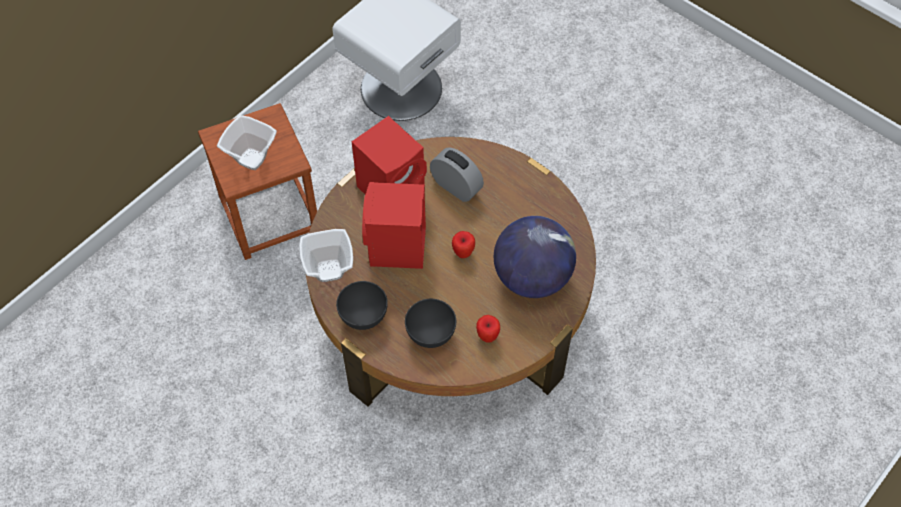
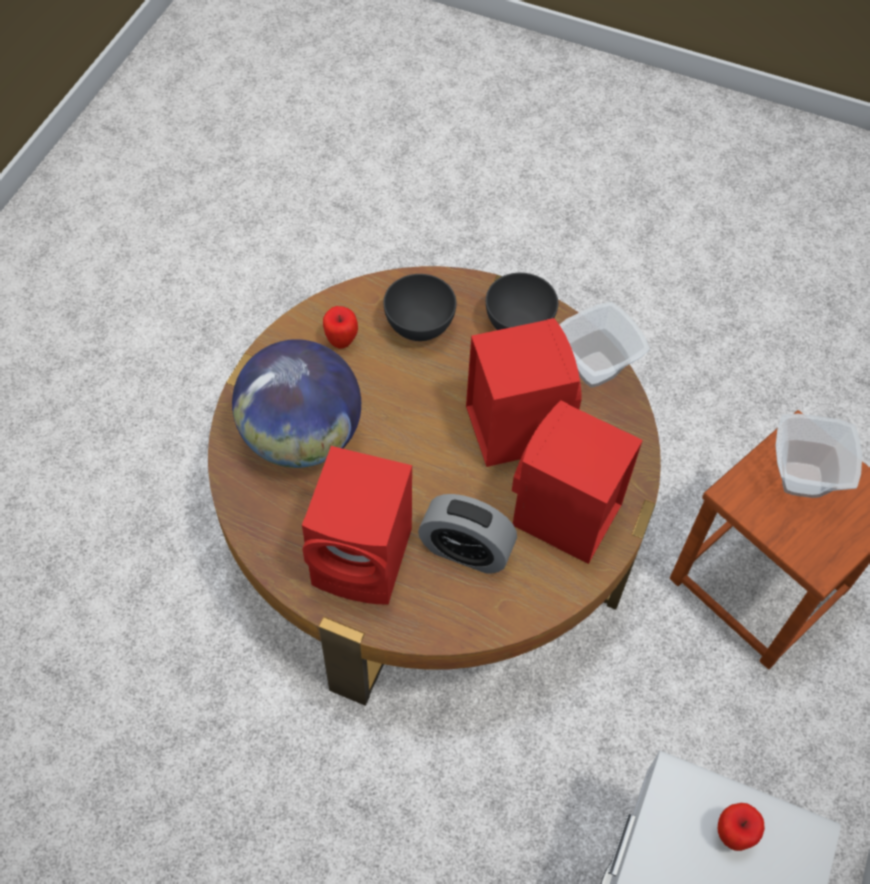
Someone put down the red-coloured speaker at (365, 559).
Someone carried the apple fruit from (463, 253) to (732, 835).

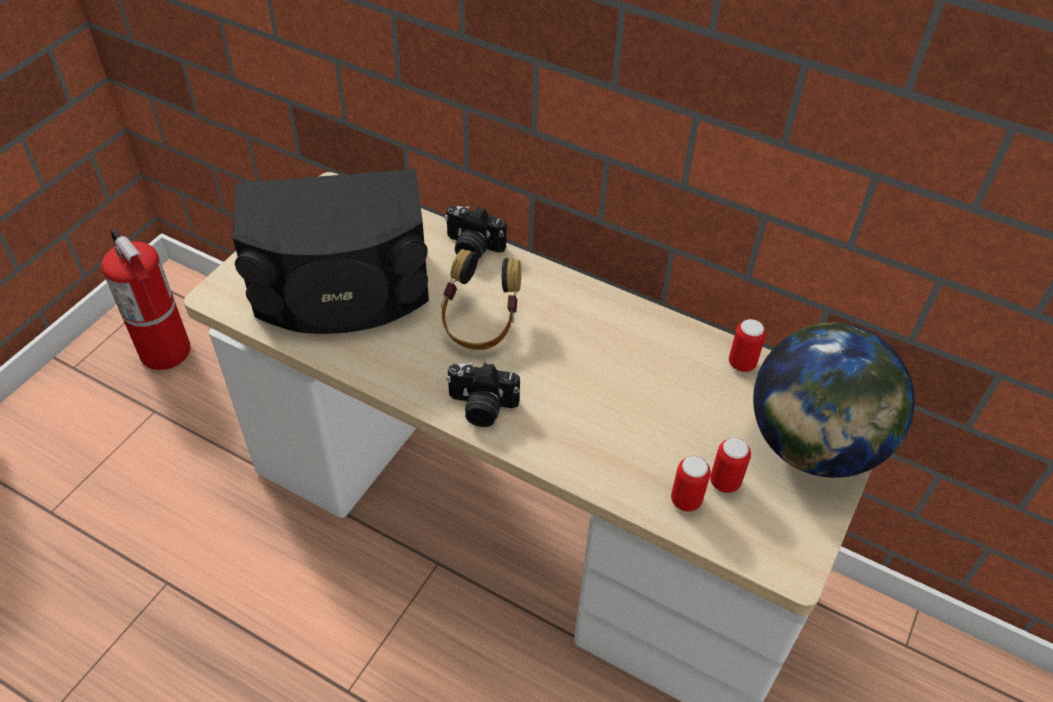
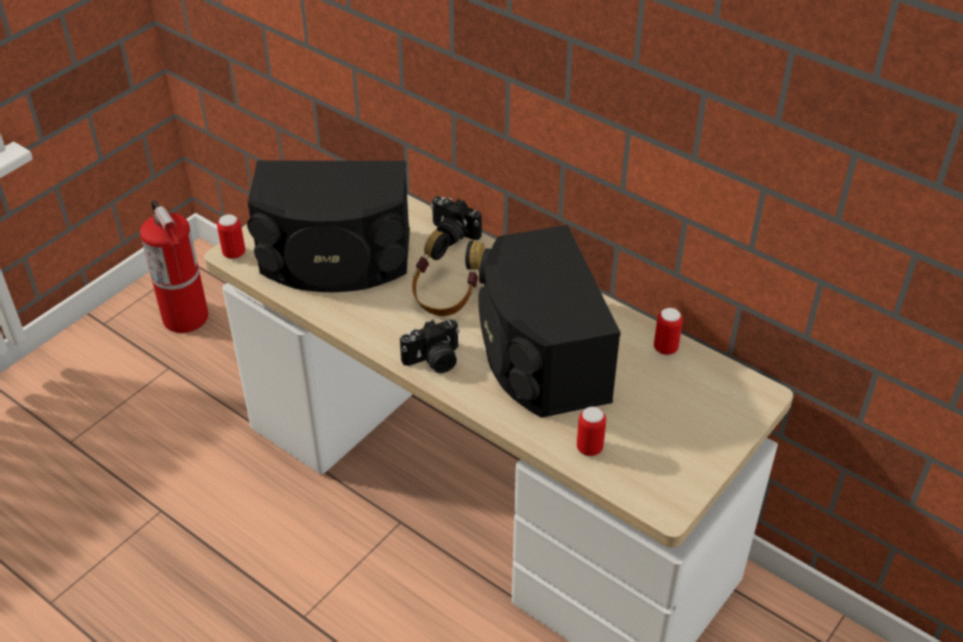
Someone carried the can from (725, 482) to (234, 253).
Someone rotated the photo camera at (481, 407) by 45 degrees counterclockwise.
Someone put down the black speaker at (539, 356).
Someone took away the desk globe at (812, 445).

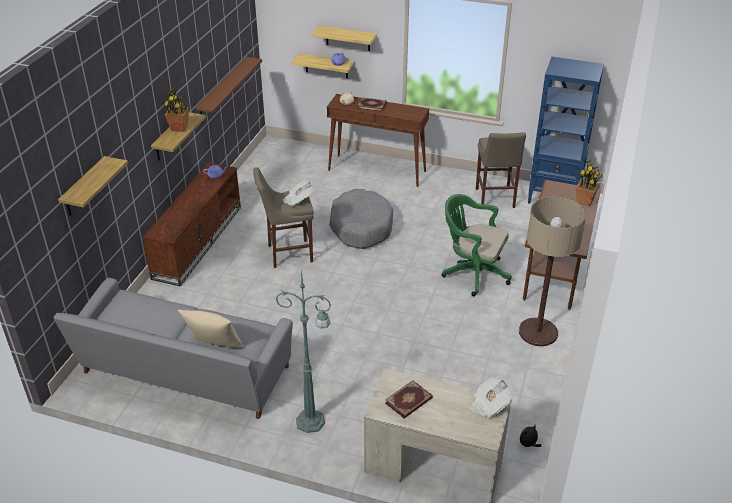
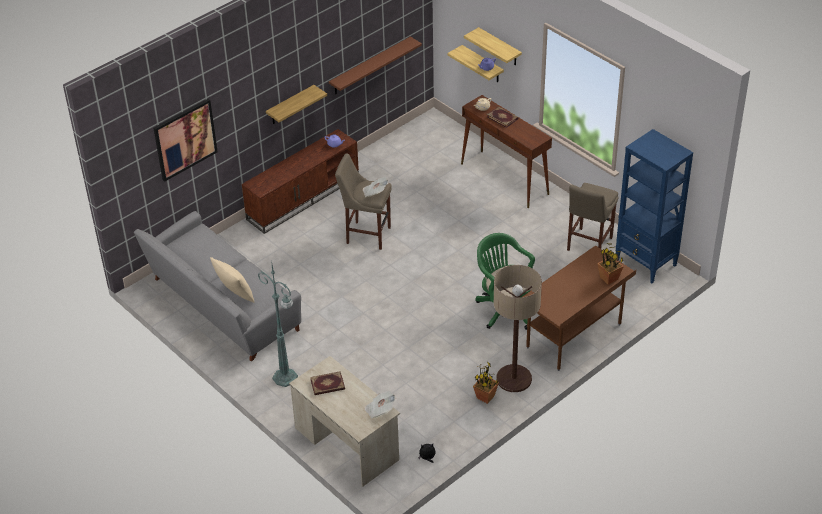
Someone swapped the shelf at (84, 187) for the wall art at (185, 139).
Someone carried the houseplant from (179, 128) to (485, 397).
Someone took away the greyish dog bed at (361, 227).

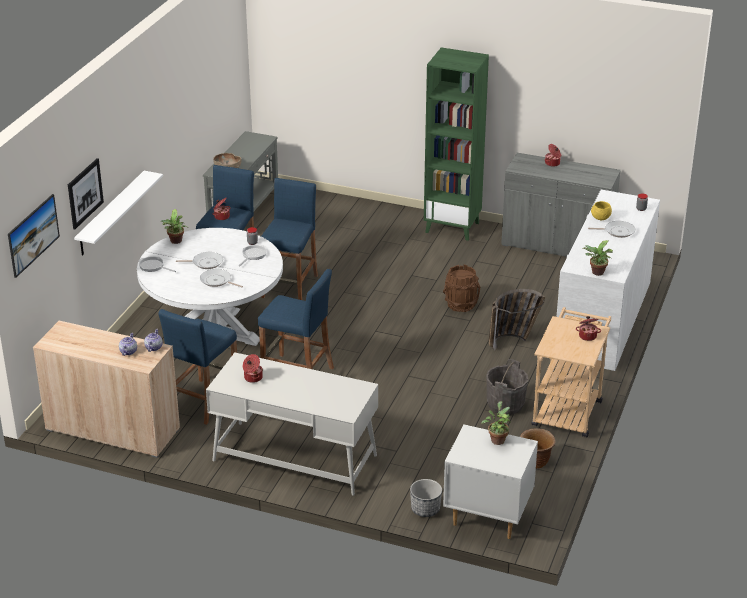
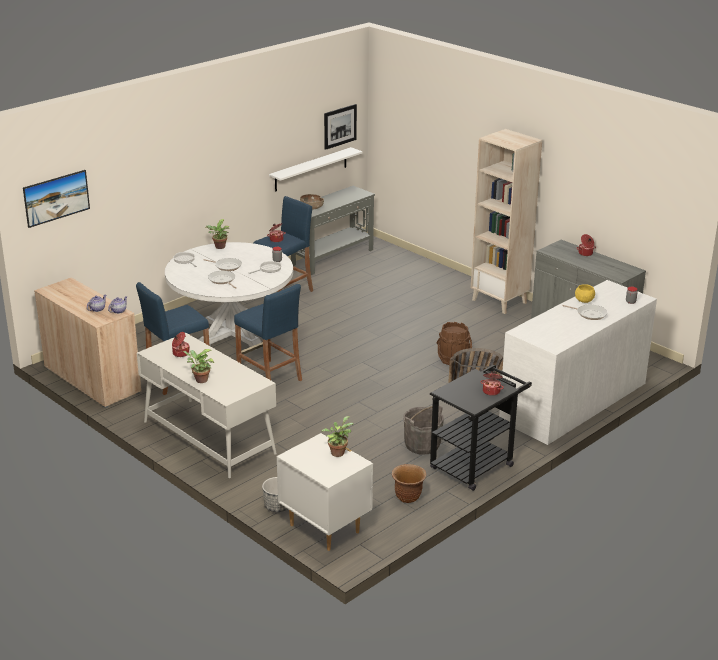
Someone carried the houseplant from (596, 273) to (200, 380).
Someone carried the white shelf from (111, 213) to (311, 169).
Someone carried the wall art from (85, 193) to (340, 126).
Someone repainted the sand-coloured trolley at (568, 409), which became the black trolley at (476, 463).
Someone repainted the greenish shelving unit at (453, 227), which became the sand-coloured shelving unit at (500, 301).
Someone took away the blue-coloured stool seat at (290, 286).

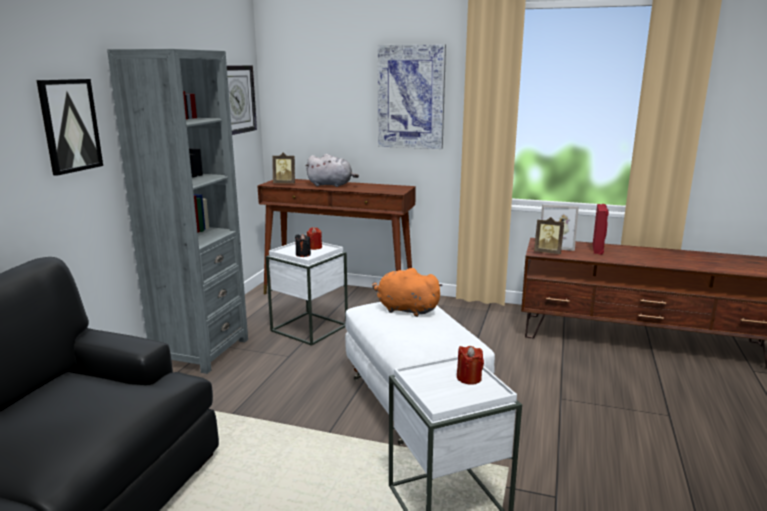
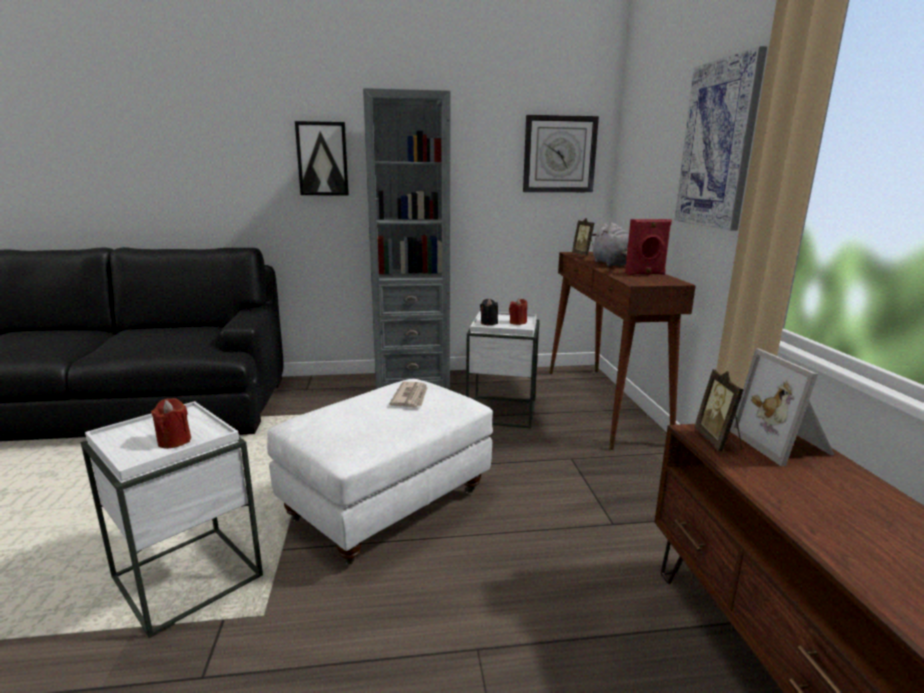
Someone swapped the orange-coloured soft toy at (405, 309) for the newspaper at (411, 397).
Someone carried the red-coloured speaker from (598, 249) to (645, 274).

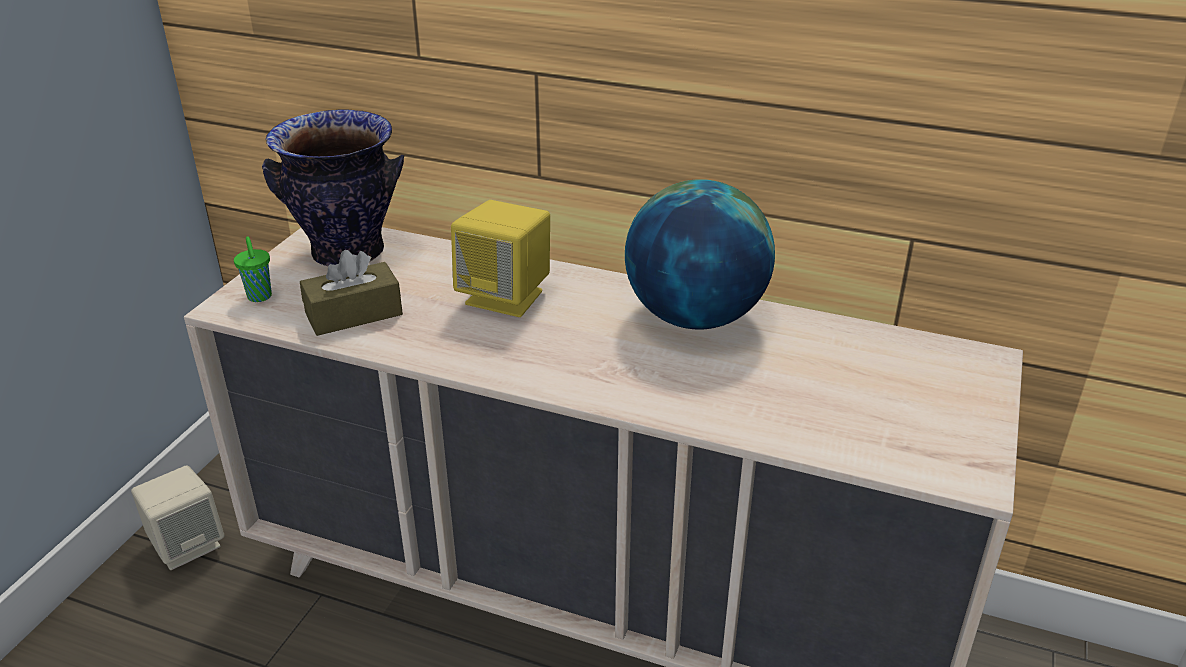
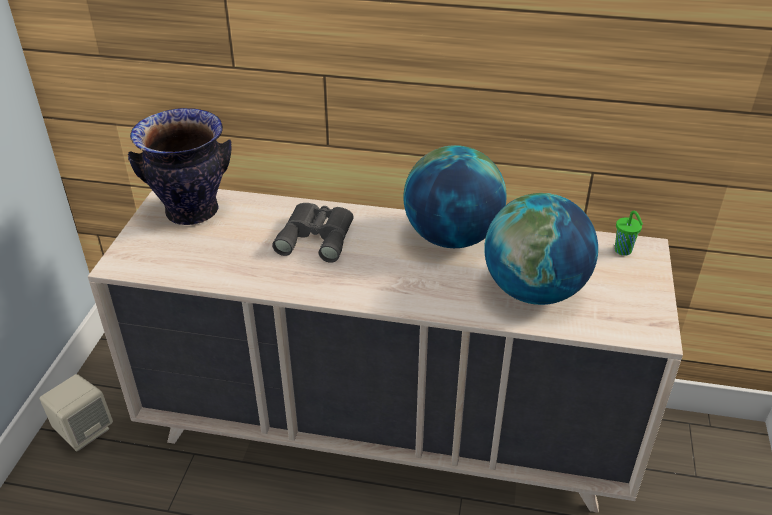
Someone swapped the yellow speaker at (506, 297) for the greyish binoculars at (317, 236).
Someone put down the desk globe at (534, 291).
Someone carried the greenish drinking cup from (260, 297) to (624, 251).
Someone took away the brown-coloured box of tissues at (354, 314).

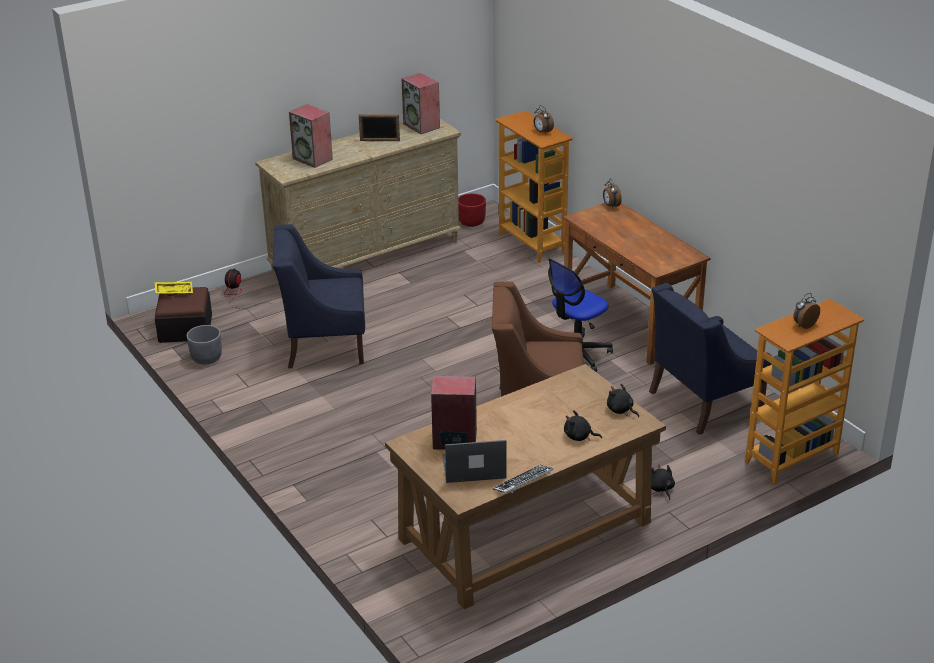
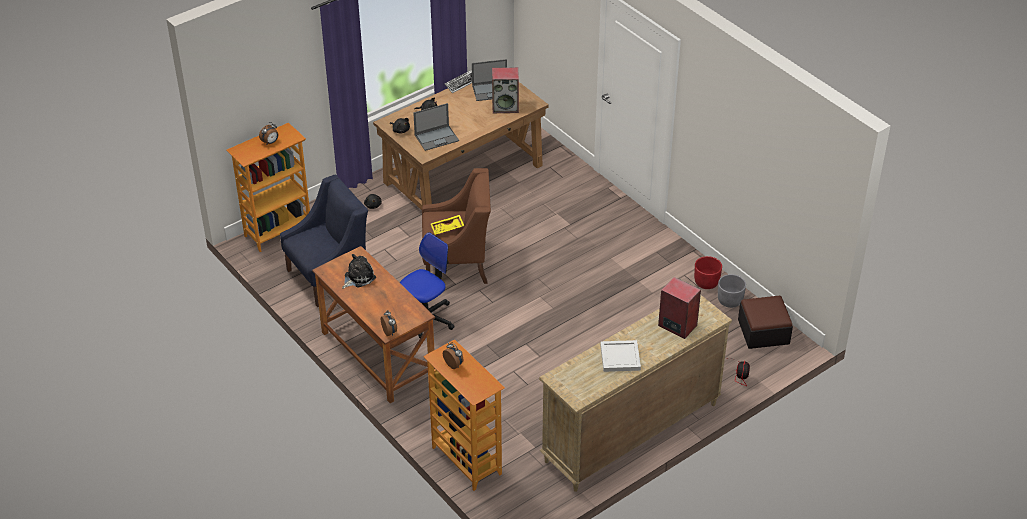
Someone put down the soft toy at (358, 277).
Someone put down the portable computer at (437, 137).
Someone carried the yellow tray from (174, 292) to (447, 228).
Someone swapped the photo frame at (380, 140) for the white tray at (619, 358).
Someone carried the red-coloured plant pot from (472, 222) to (706, 282).
Someone took away the blue-coloured easy chair at (324, 344).
Someone took away the speaker at (422, 126).

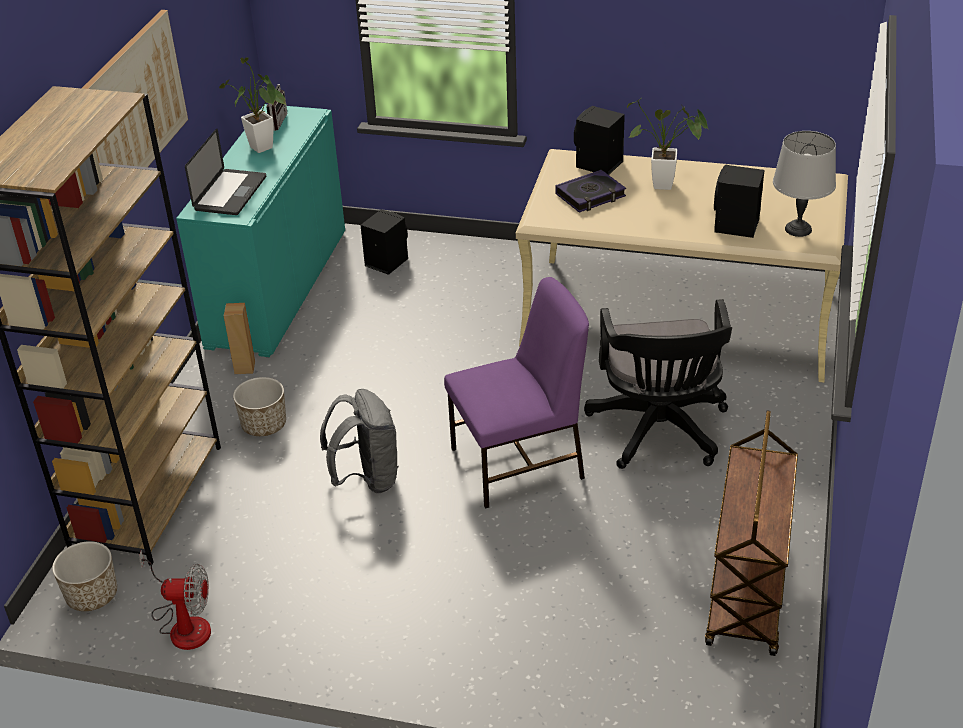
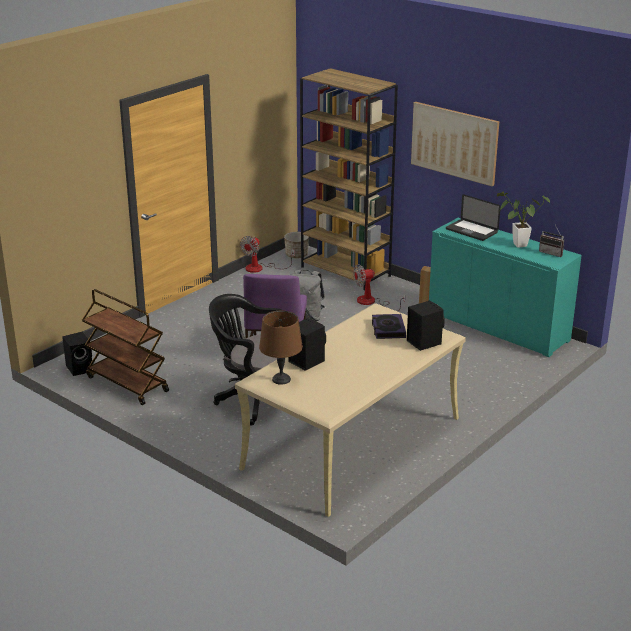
Someone carried the black speaker from (385, 262) to (80, 368).
Someone repainted the greyish table lamp at (798, 229), which became the brown-coloured table lamp at (281, 379).
Someone swapped the plant pot at (264, 425) for the cooling fan at (372, 302).
Someone took away the houseplant at (668, 186).

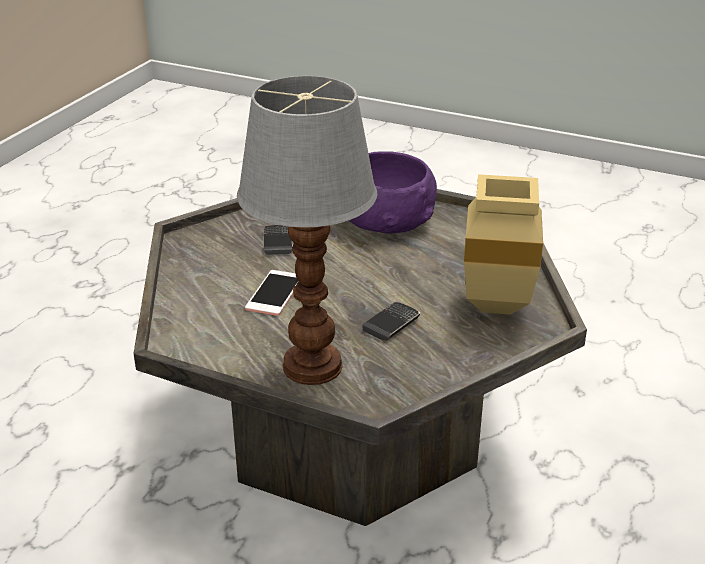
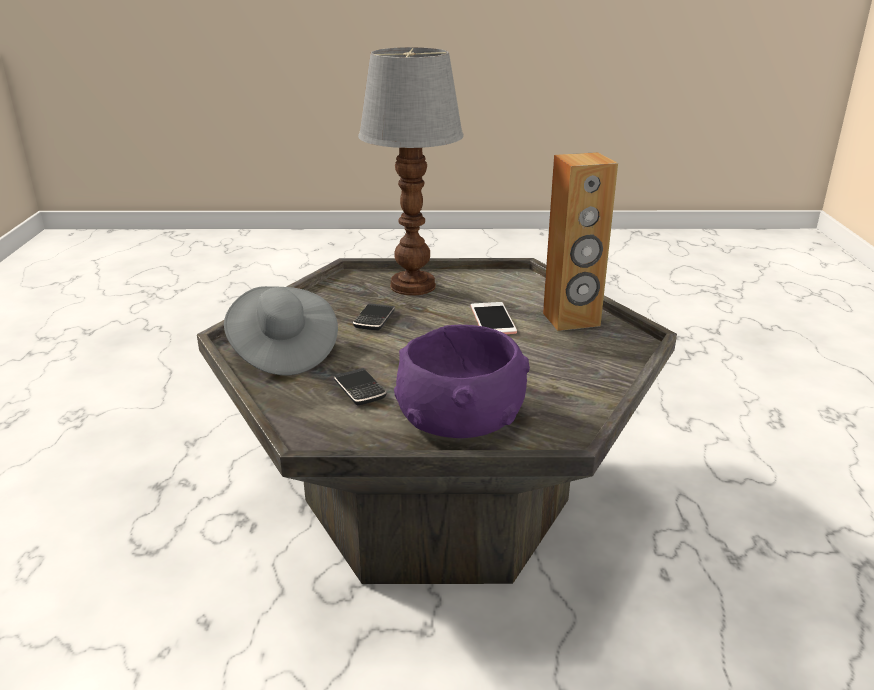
Someone swapped the sand-coloured flower vase at (500, 305) for the greyish clothing hat at (282, 352).
Someone carried the telephone from (278, 242) to (359, 390).
Someone put down the brown-coloured speaker at (571, 320).

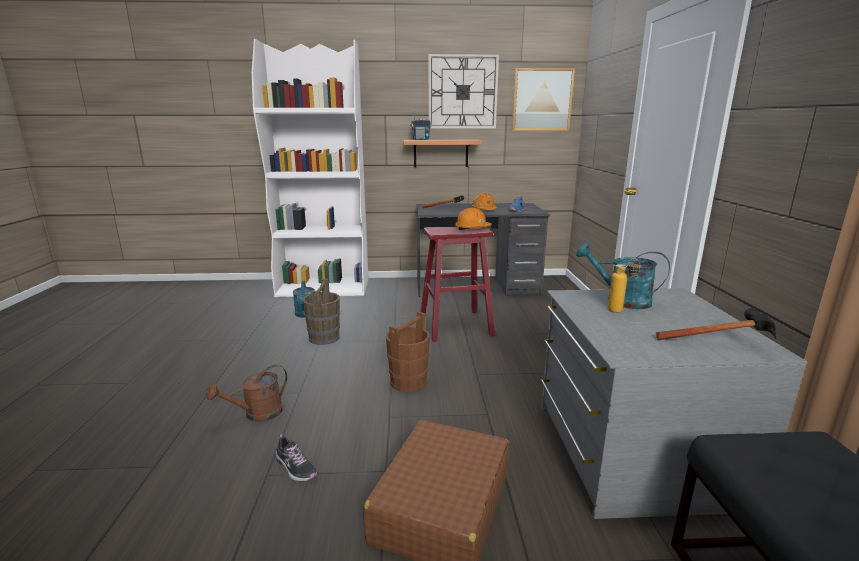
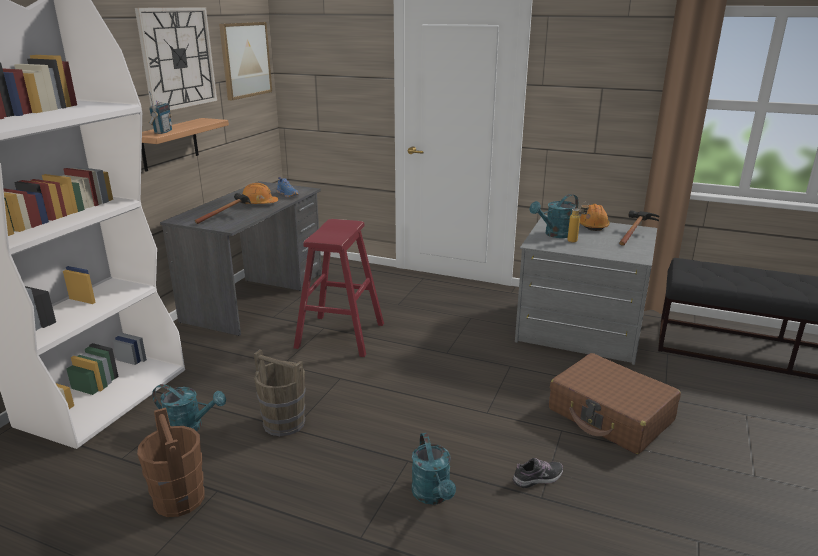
Someone carried the brown-coloured bucket from (408, 382) to (179, 499).
Someone repainted the brown-coloured watering pot at (257, 414), which became the turquoise watering pot at (433, 496).
Someone carried the orange-coloured safety helmet from (472, 228) to (592, 225).

